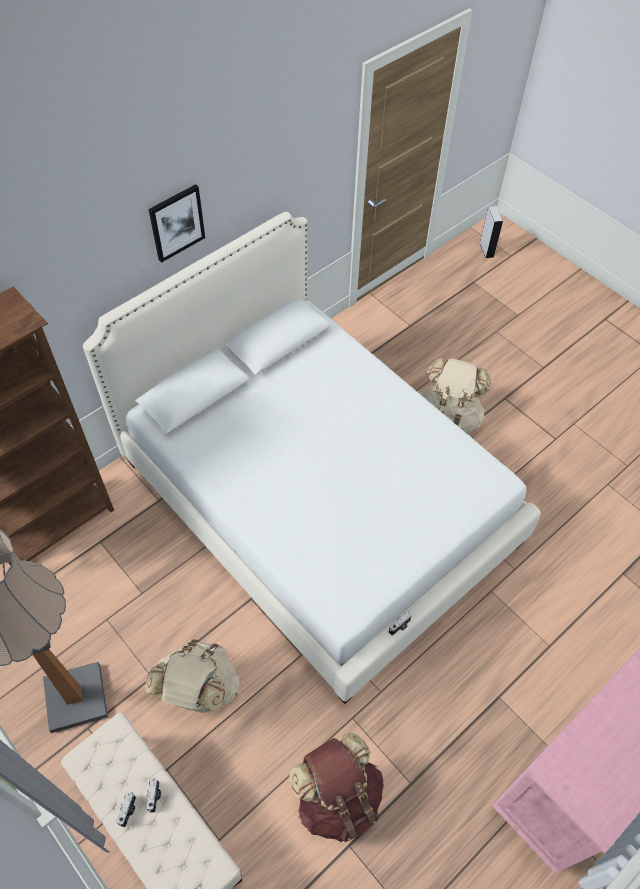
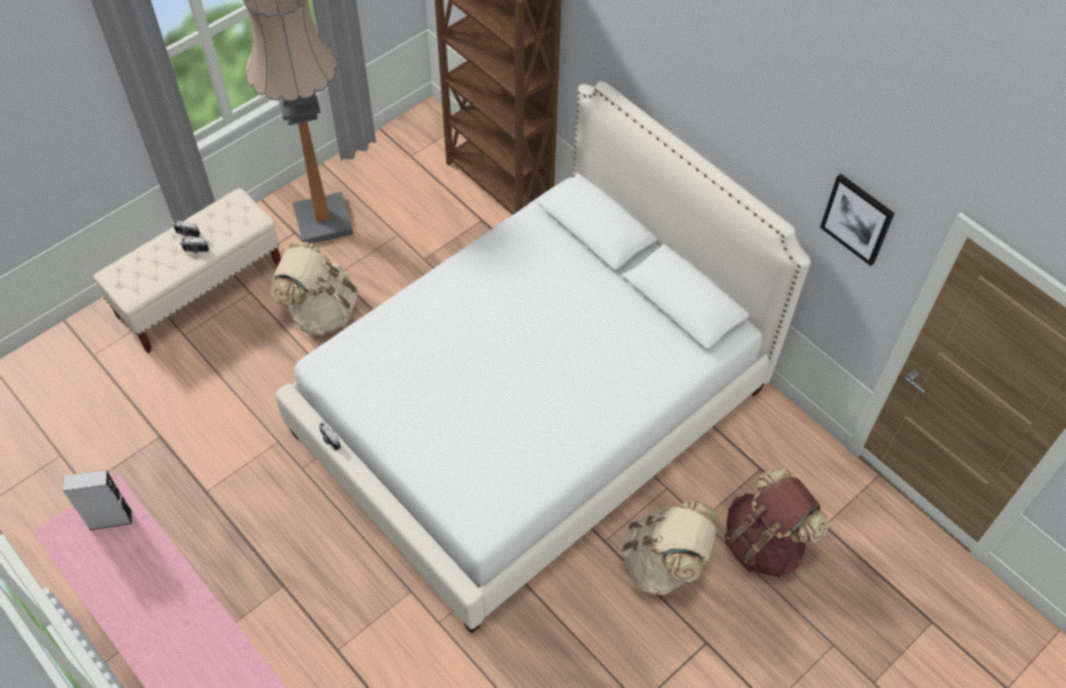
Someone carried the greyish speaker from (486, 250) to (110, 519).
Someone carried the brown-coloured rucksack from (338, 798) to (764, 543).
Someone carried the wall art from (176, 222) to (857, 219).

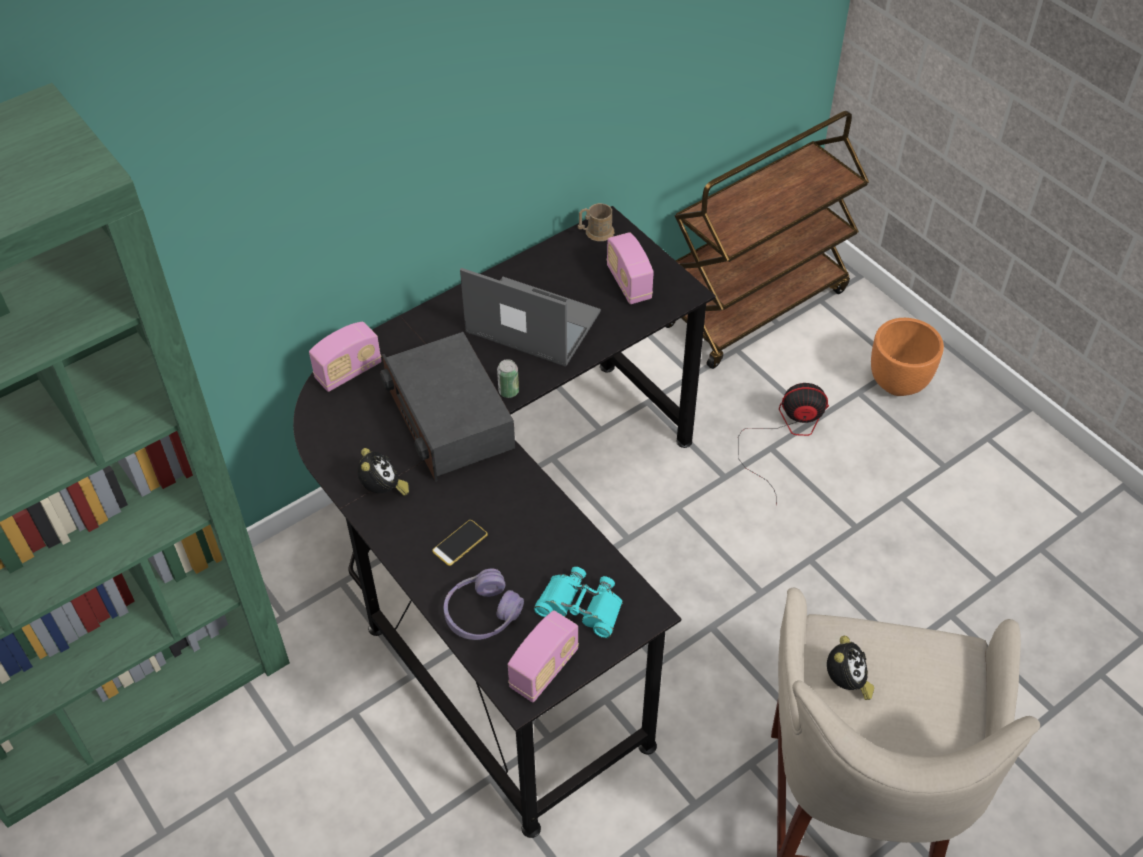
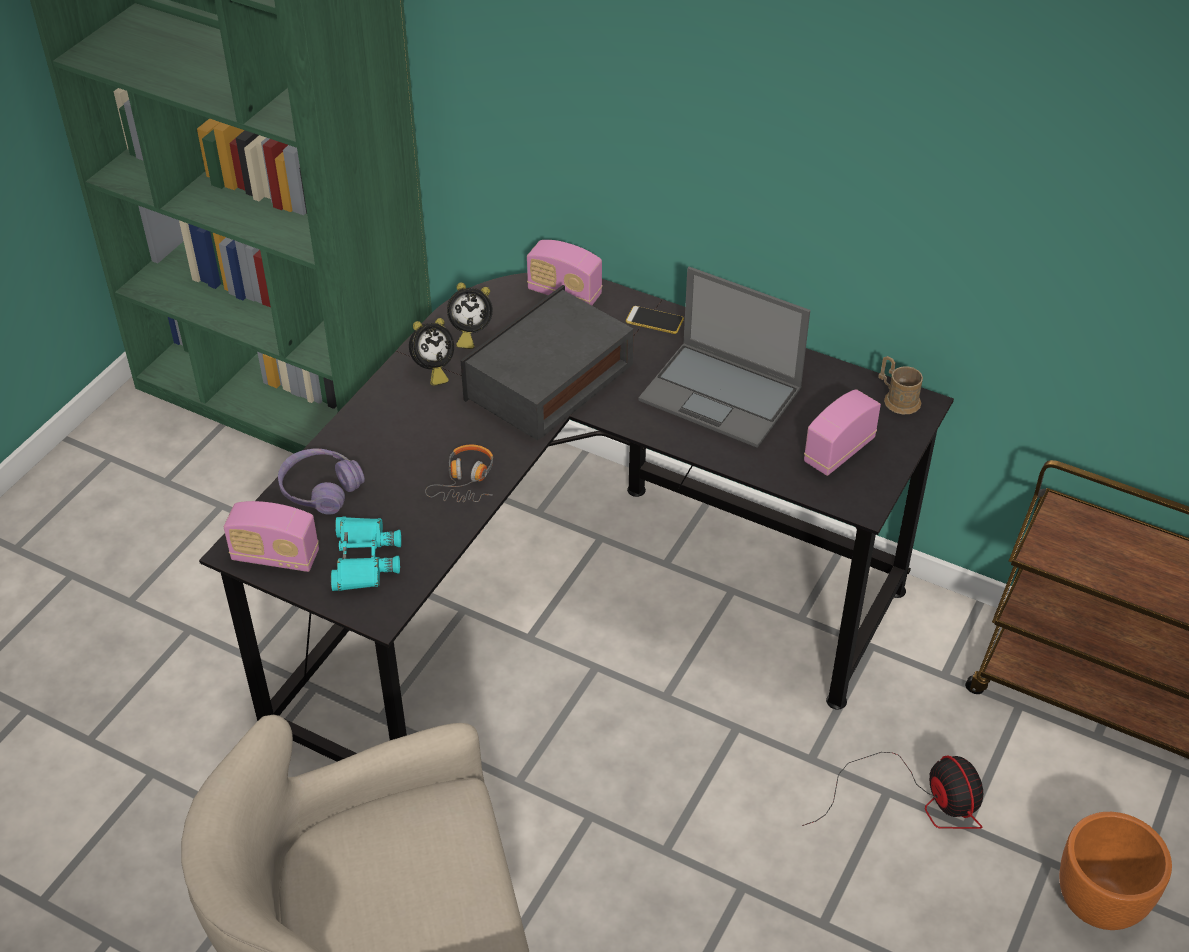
Someone put down the headset at (465, 481).
Someone carried the alarm clock from (846, 683) to (469, 334).
Someone carried the telephone from (460, 543) to (654, 320).
Someone rotated the portable computer at (531, 322) by 120 degrees clockwise.
Someone took away the can at (508, 391).

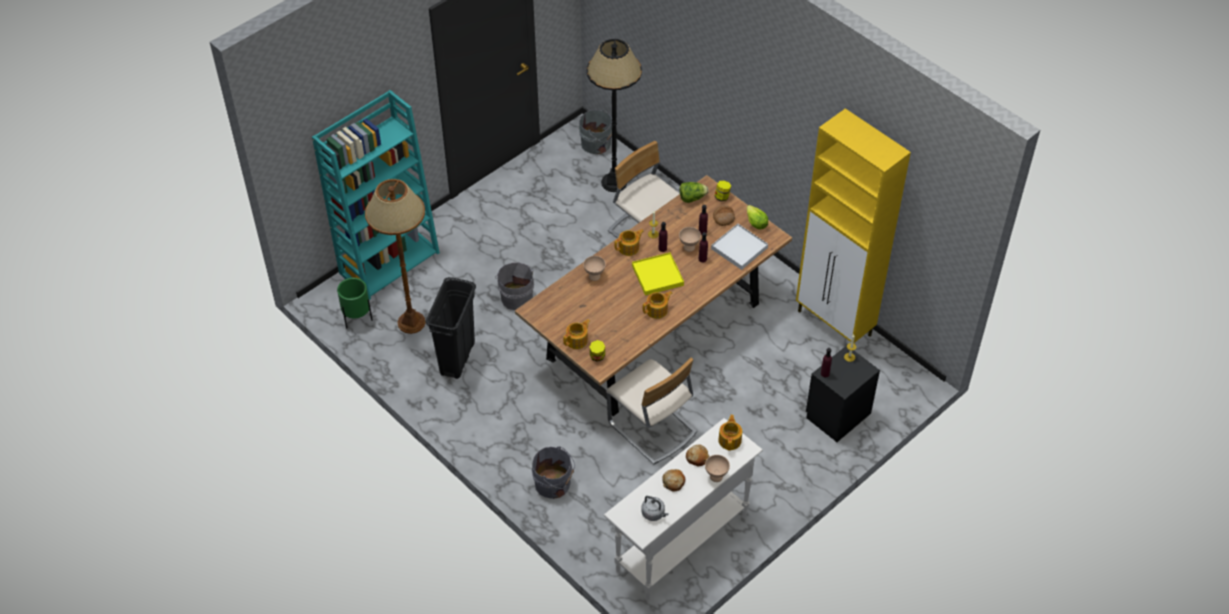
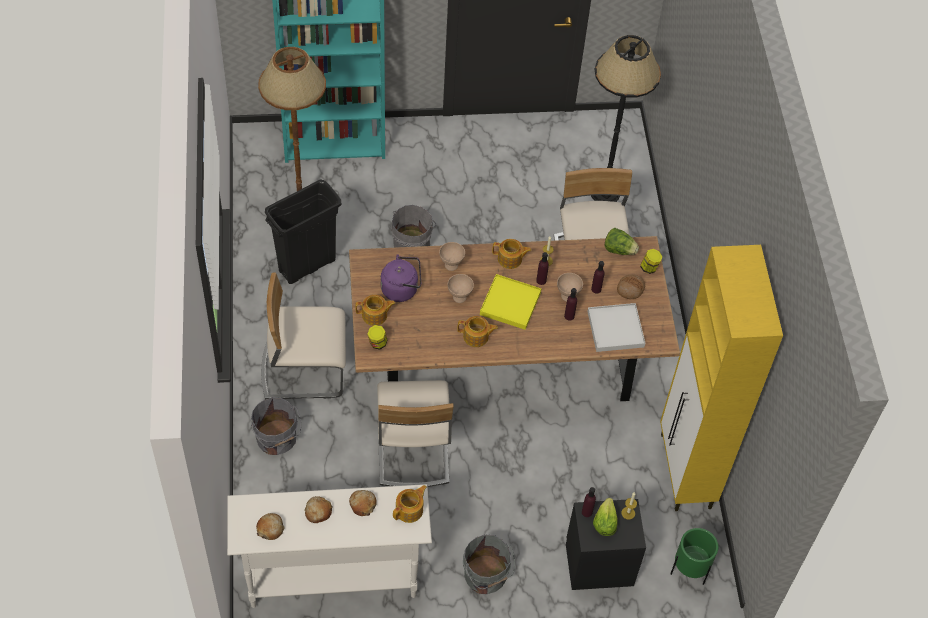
Someone swapped the greyish kettle at (654, 514) for the bakery bread at (270, 528).
Someone put down the sand-coloured upright chair at (304, 369).
Someone put down the purple-coloured kettle at (402, 289).
Someone carried the sand-coloured serving bowl from (715, 476) to (459, 297).
Someone carried the greyish bucket from (597, 144) to (486, 576).
Someone carried the lettuce head from (755, 223) to (604, 522).
Someone carried the greenish plant pot from (357, 319) to (689, 571).

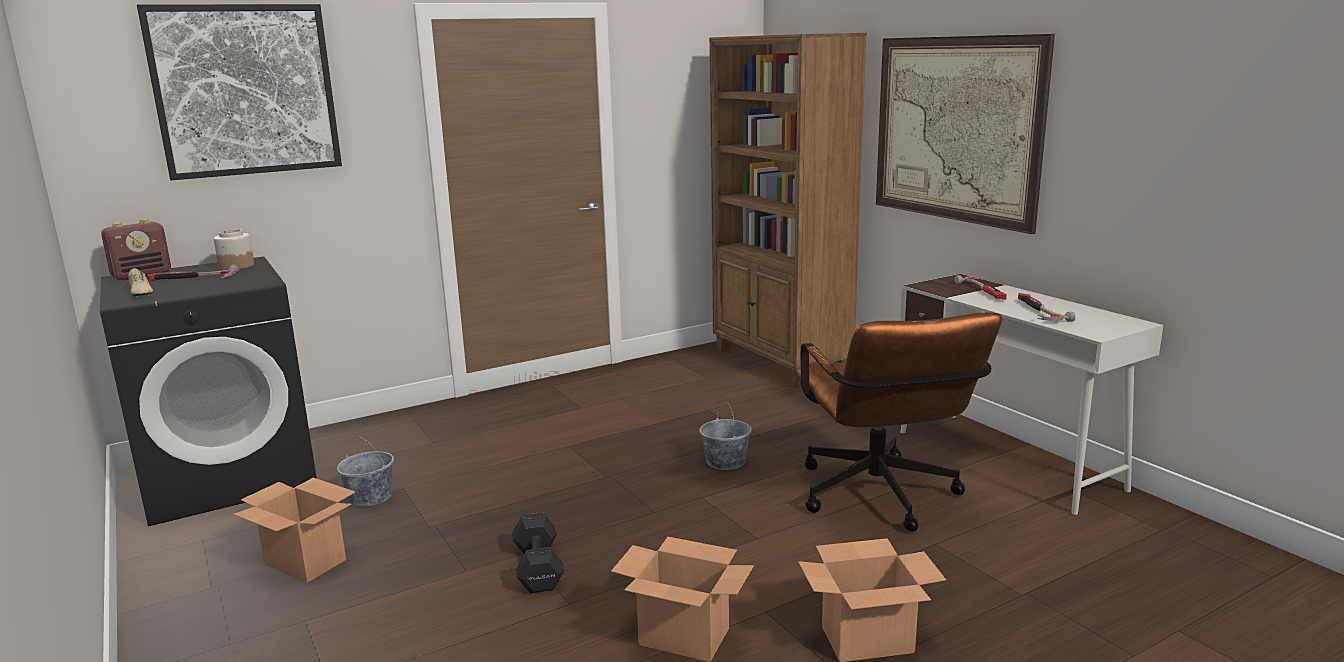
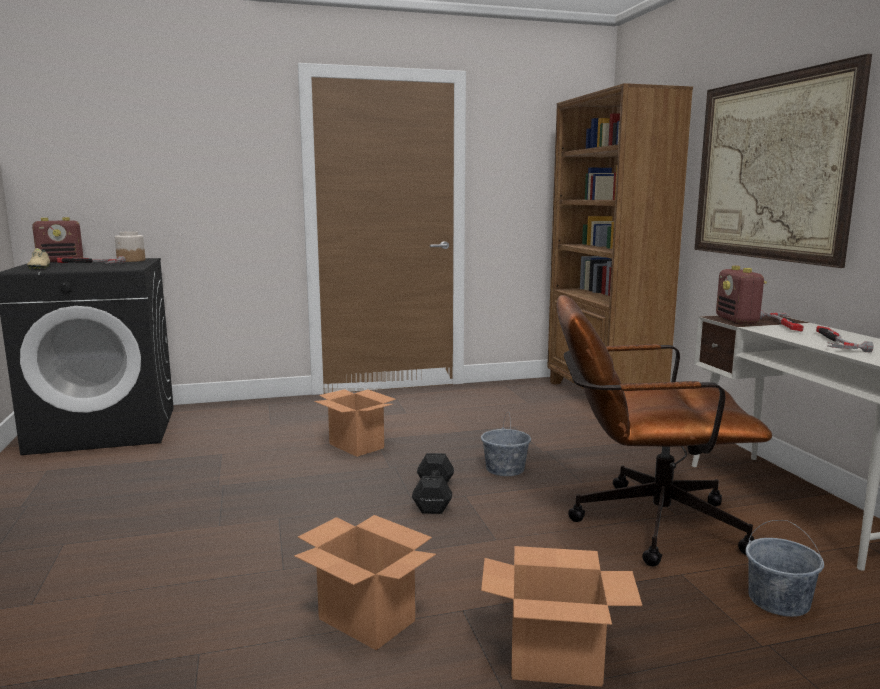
Someone carried the cardboard box from (304, 562) to (356, 446).
Someone carried the black dumbbell from (539, 567) to (434, 496).
Someone rotated the brown-coloured desk chair at (881, 500) by 90 degrees clockwise.
Someone put down the radio at (737, 320).
Someone carried the greyish bucket from (370, 497) to (779, 601).
Someone took away the wall art at (245, 90).

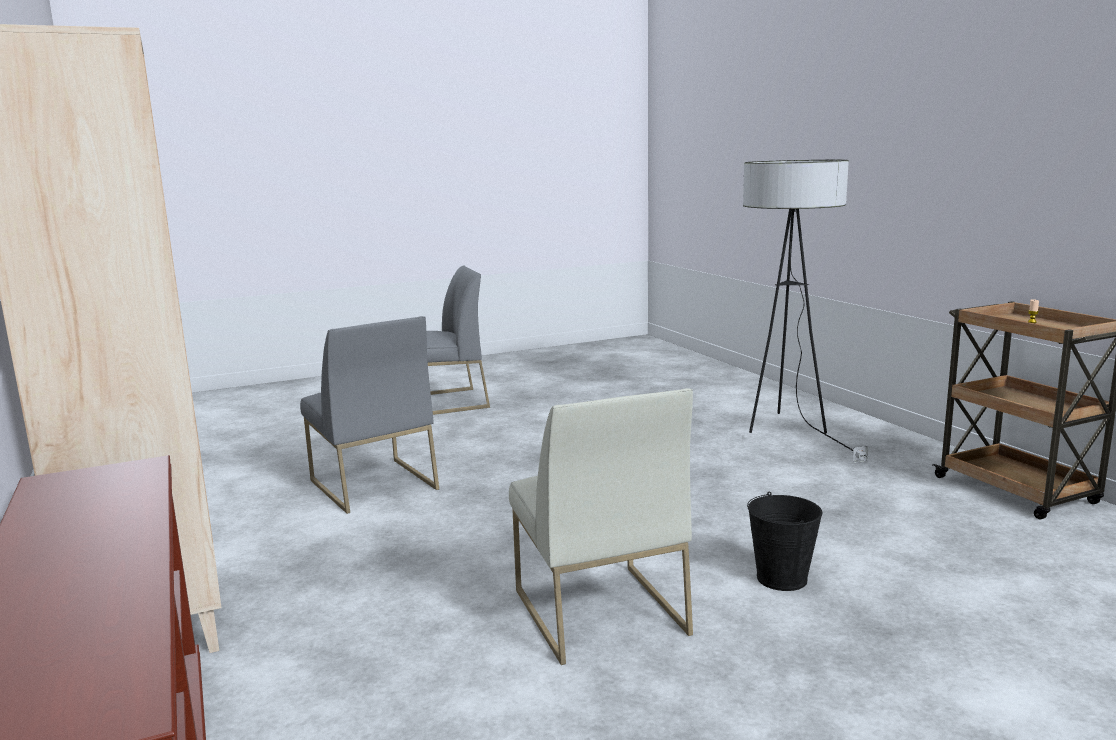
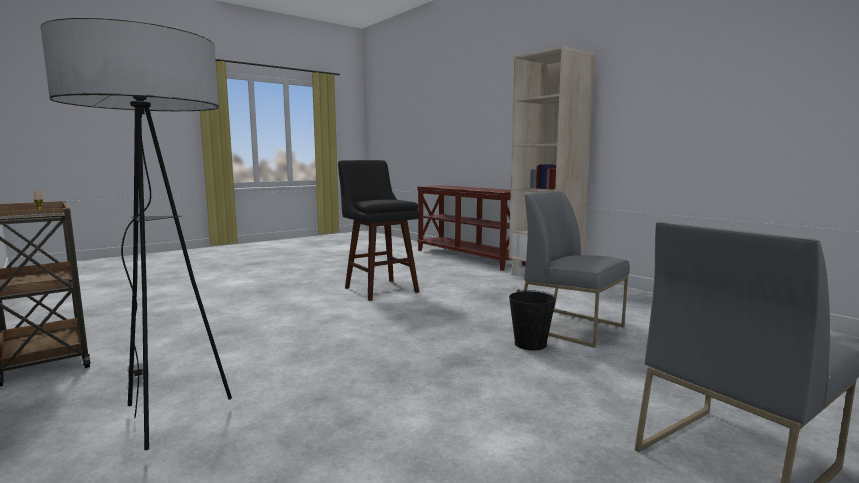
Someone swapped the white upright chair at (597, 611) for the black stool seat at (379, 289).
Someone carried the black bucket from (782, 578) to (530, 344).

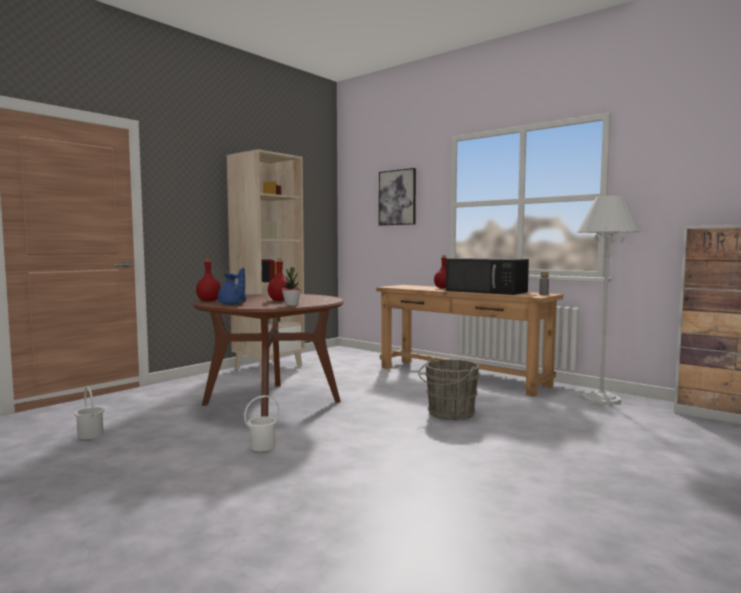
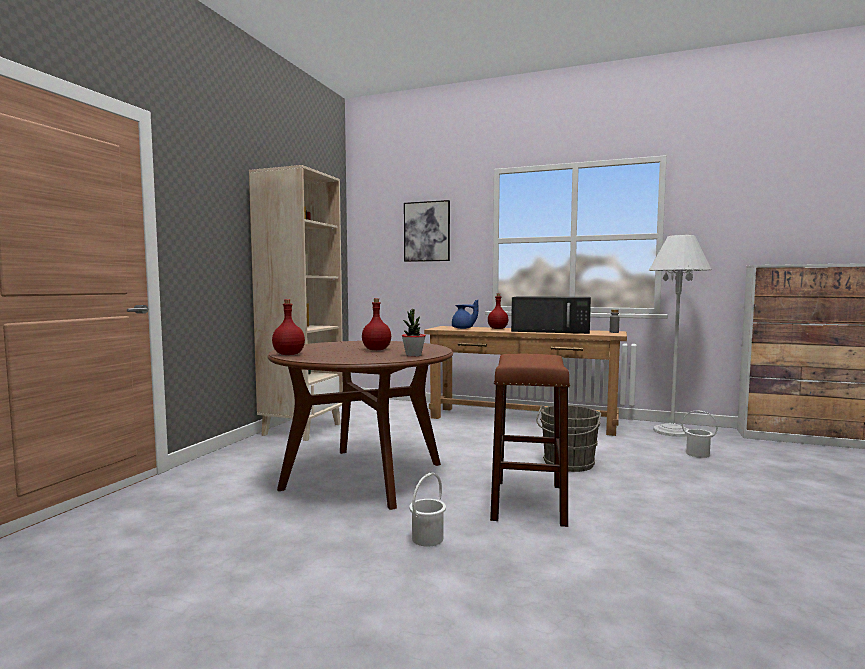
Someone carried the blue-coloured teapot from (232, 304) to (463, 328).
Someone put down the brown-coloured stool seat at (528, 502).
Someone carried the white bucket from (91, 435) to (697, 454).

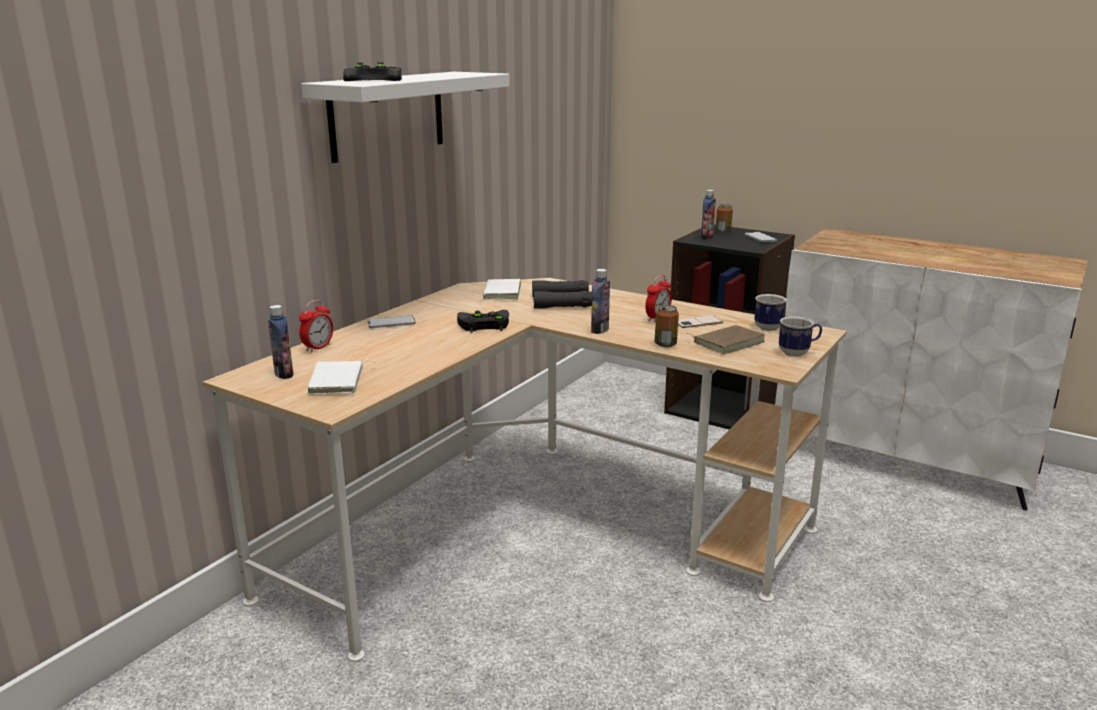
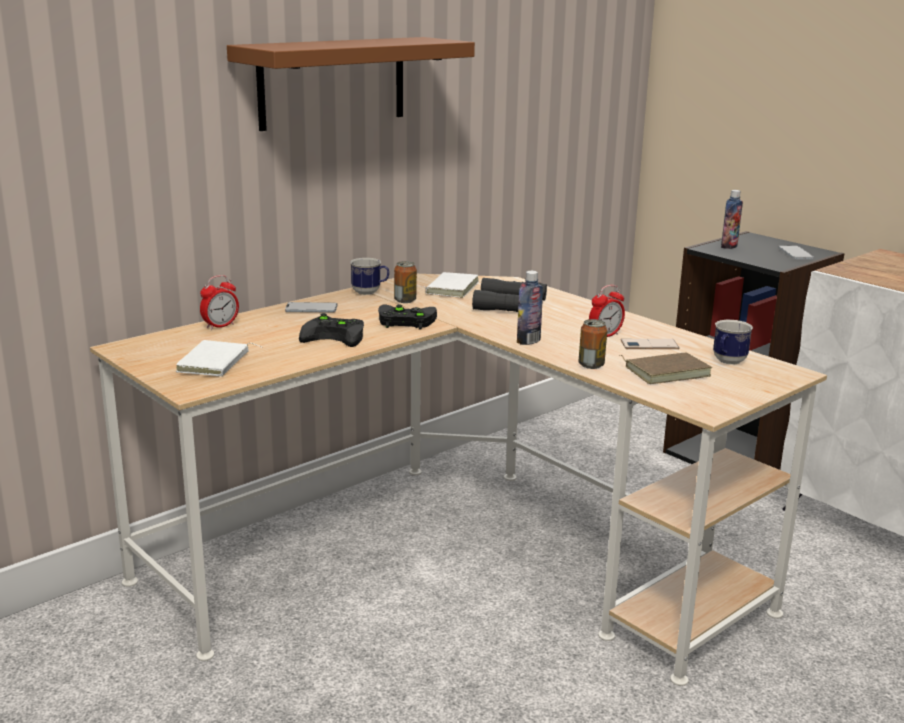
Someone repainted the white shelf at (387, 115), which became the brown-coloured shelf at (332, 82).
Someone carried the black joypad from (376, 80) to (336, 336).
Someone carried the tea mug from (798, 353) to (370, 292).
Someone carried the can from (723, 232) to (405, 300).
Someone took away the beverage bottle at (284, 374).

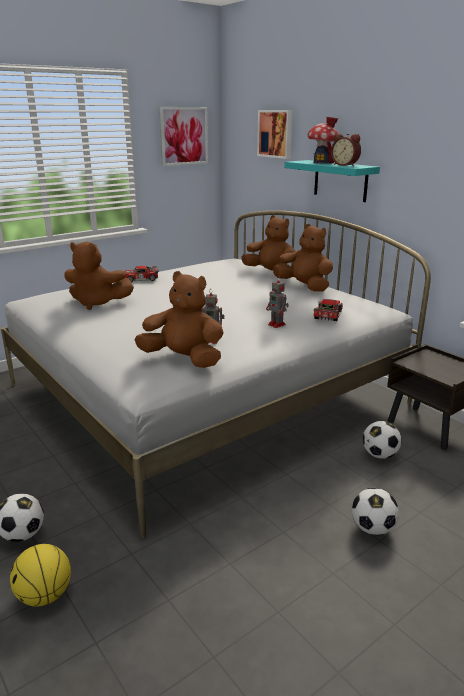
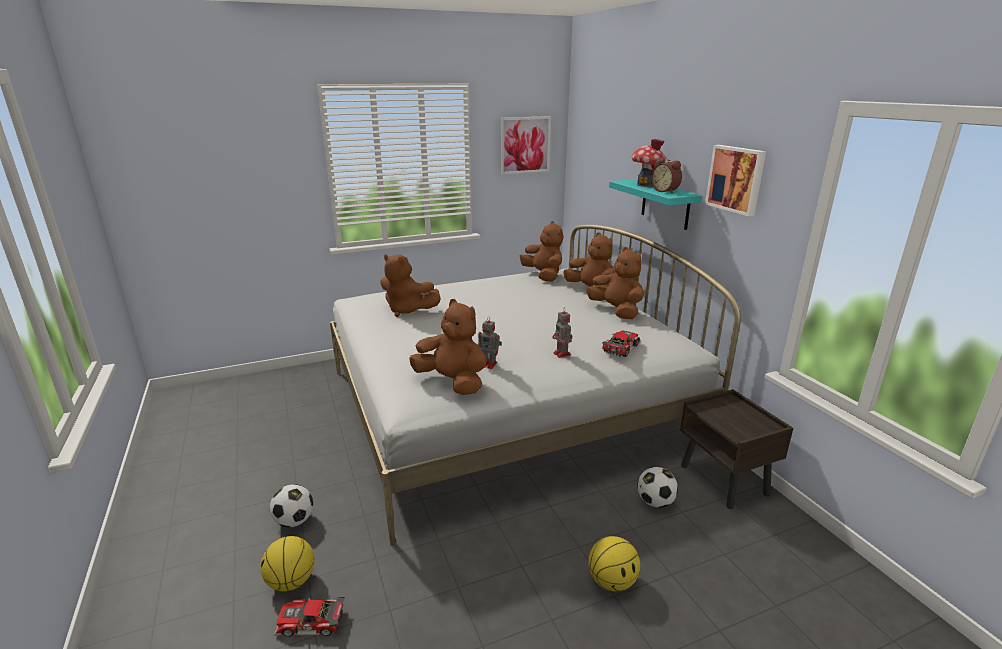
Someone carried the miniature car from (140, 279) to (310, 624).
Someone put down the brown-coloured soft toy at (543, 276).
Someone swapped the football at (372, 528) for the basketball ball at (612, 581).
Someone carried the wall art from (276, 134) to (736, 179).

